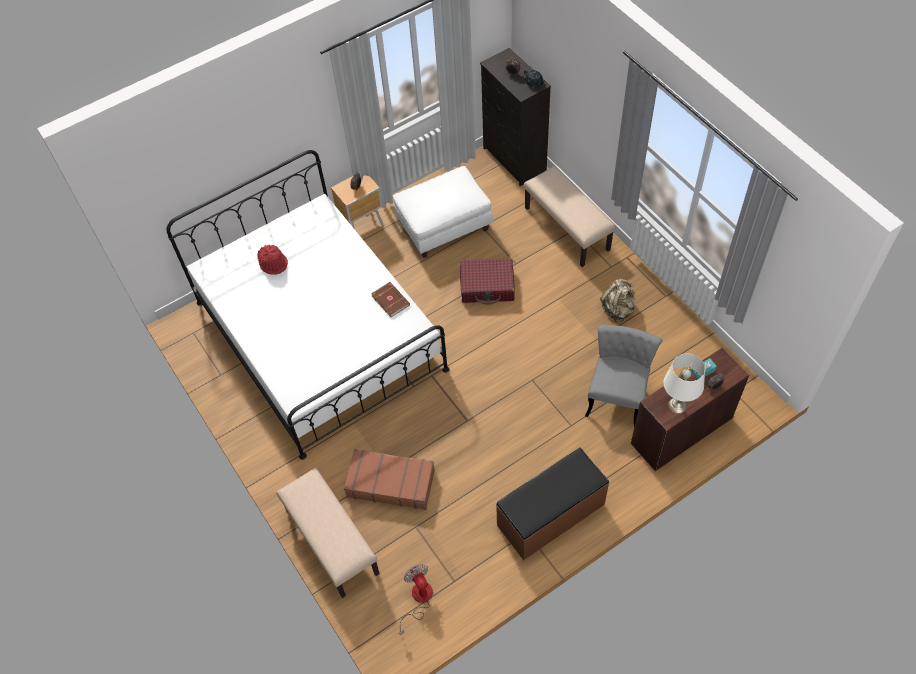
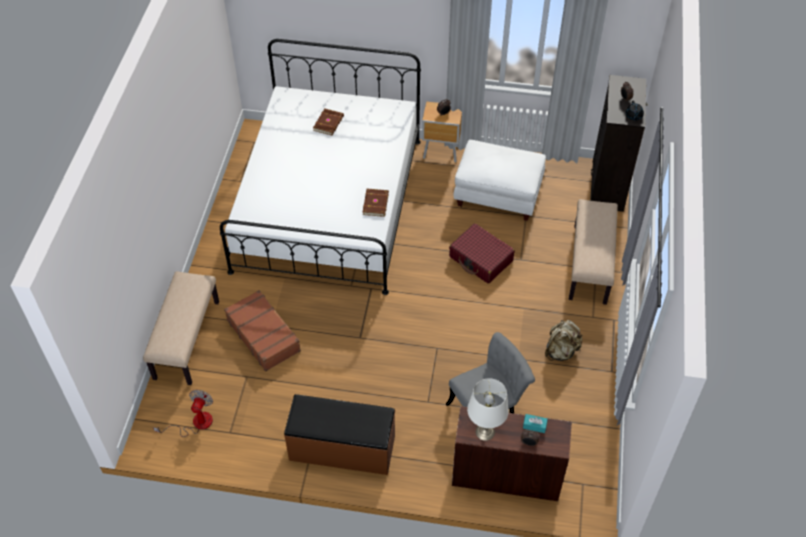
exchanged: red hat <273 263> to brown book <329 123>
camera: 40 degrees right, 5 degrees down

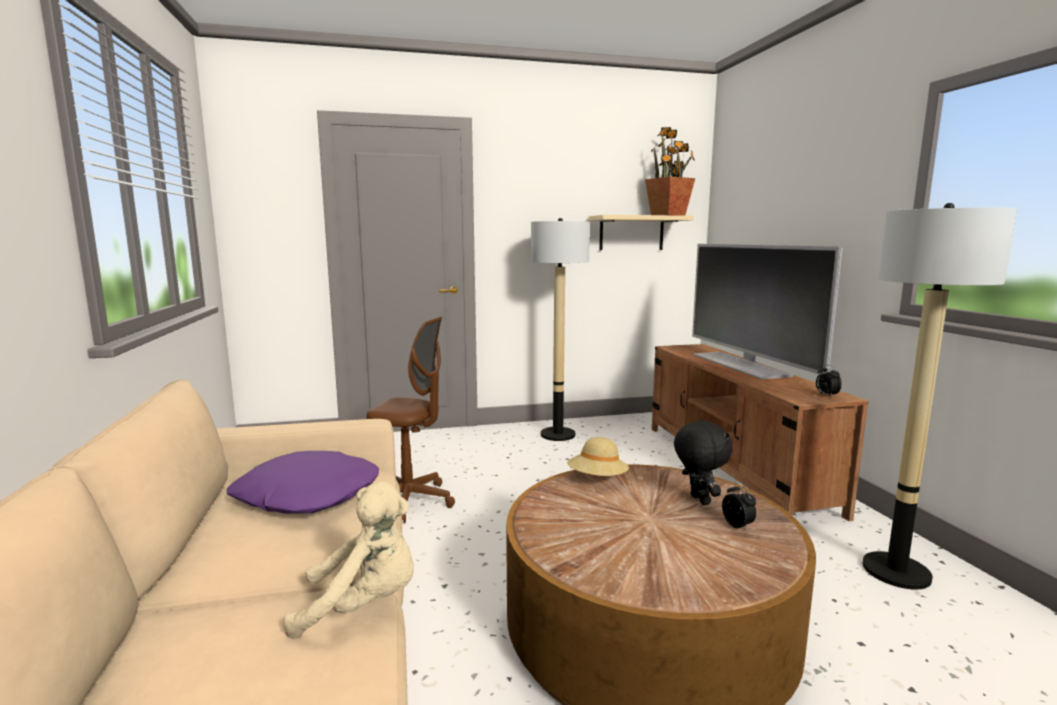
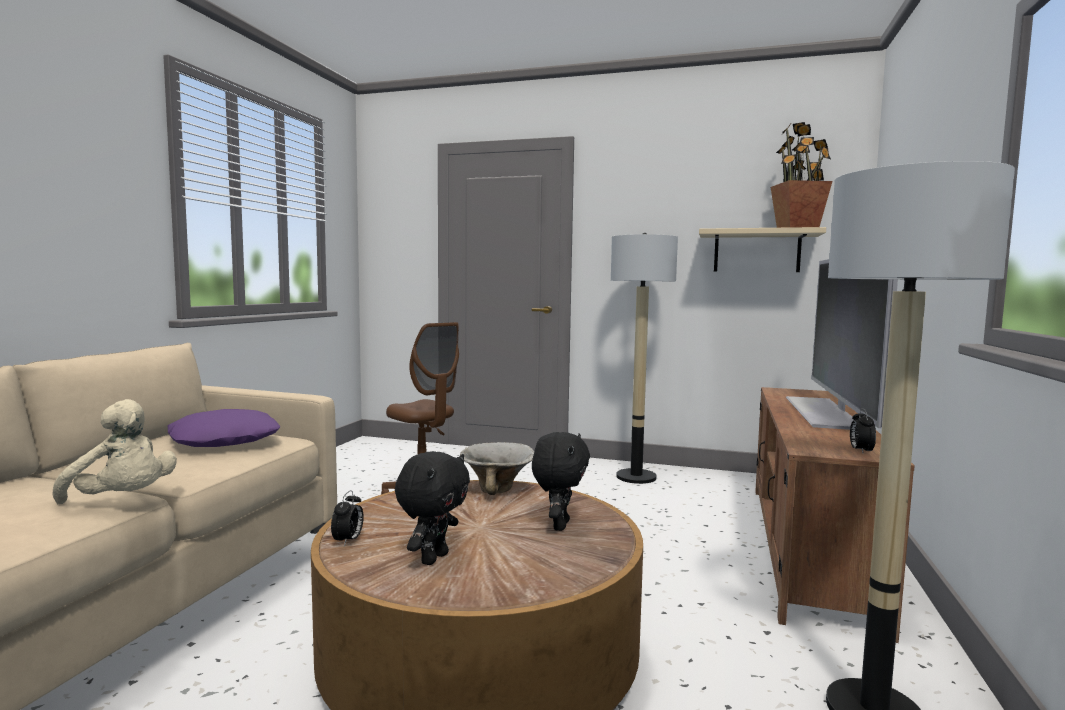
appeared: black plush toy <433 558>
relocated: alarm clock <738 526> to <348 541>
exchanged: beige hat <597 479> to bowl <498 490>
camera: 30 degrees right, 5 degrees down

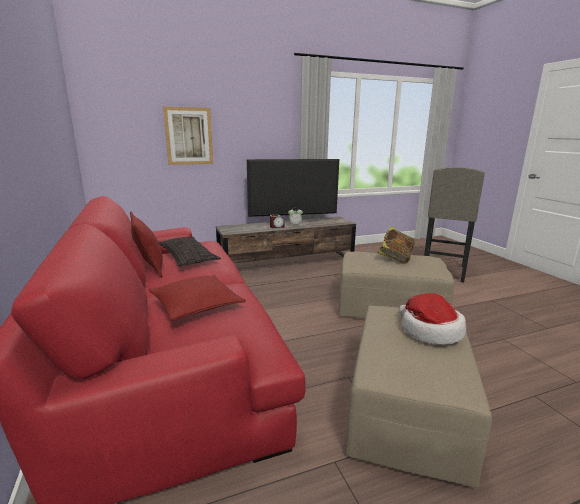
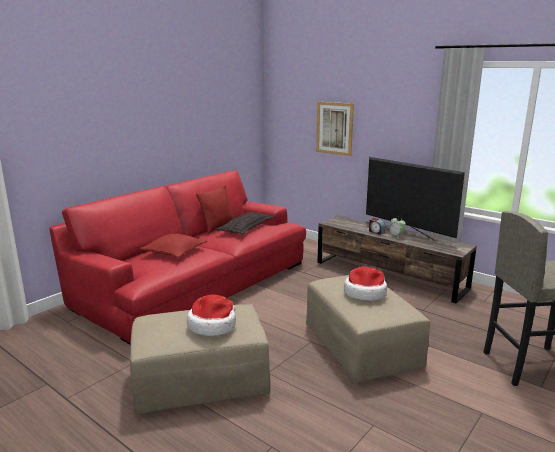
exchanged: book <395 258> to hat <365 293>
camera: 60 degrees right, 0 degrees up

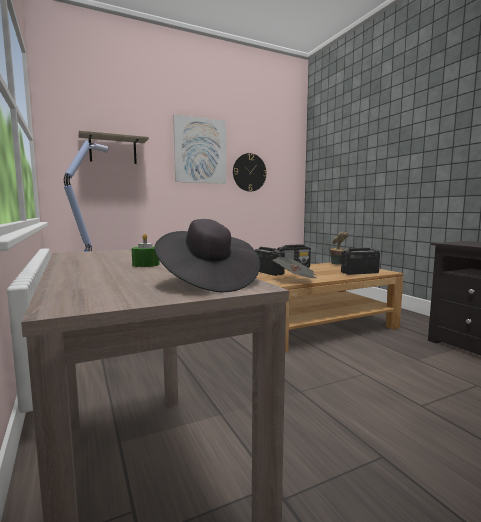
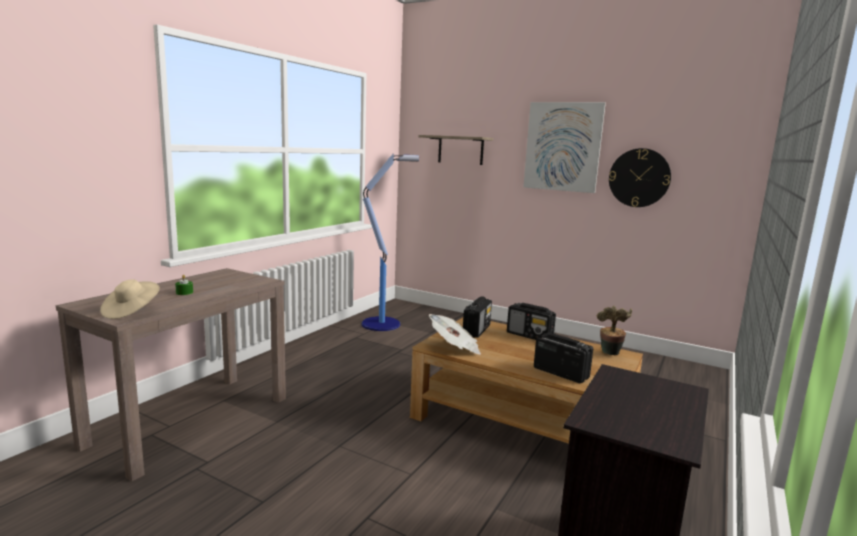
colour: black hat <207 282> to beige hat <131 311>
camera: 55 degrees right, 5 degrees up

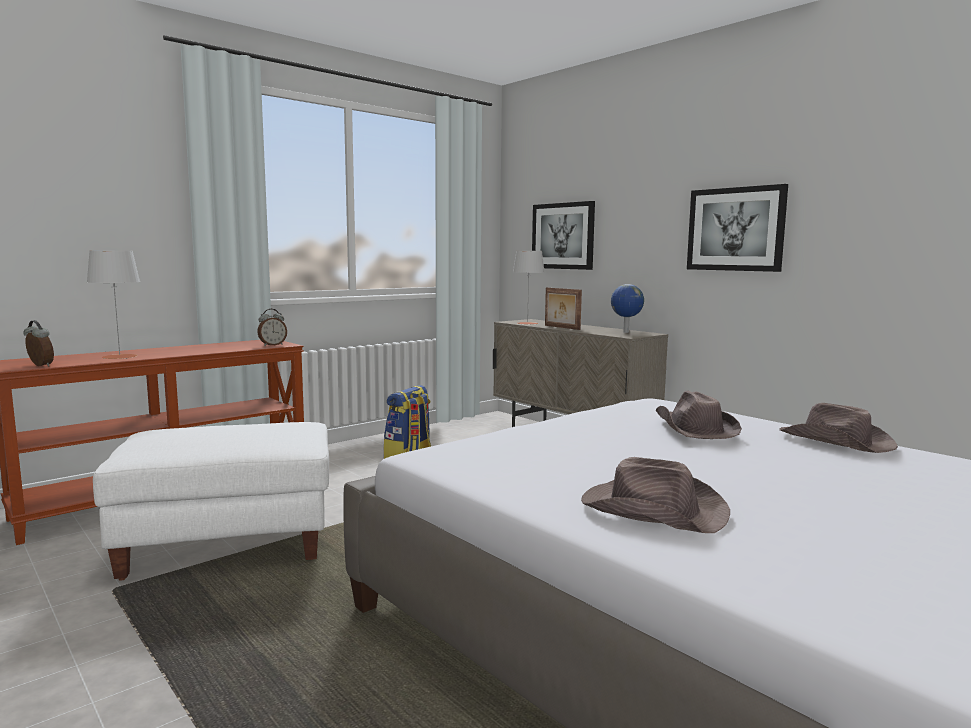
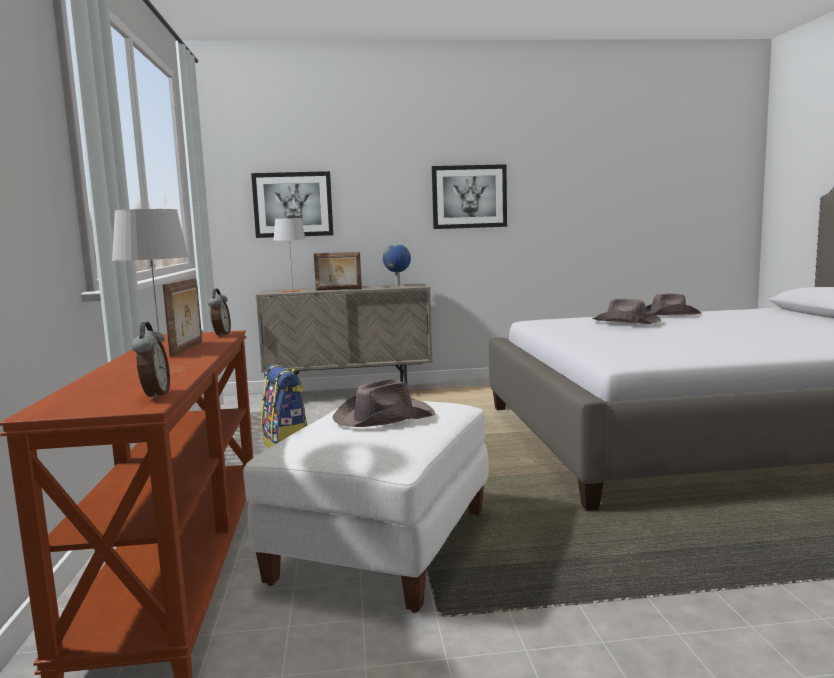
appeared: picture frame <188 349>
relocated: brown hat <651 509> to <382 417>
spun: alarm clock <40 365> = <154 396> 105 degrees clockwise
camera: 55 degrees left, 0 degrees up

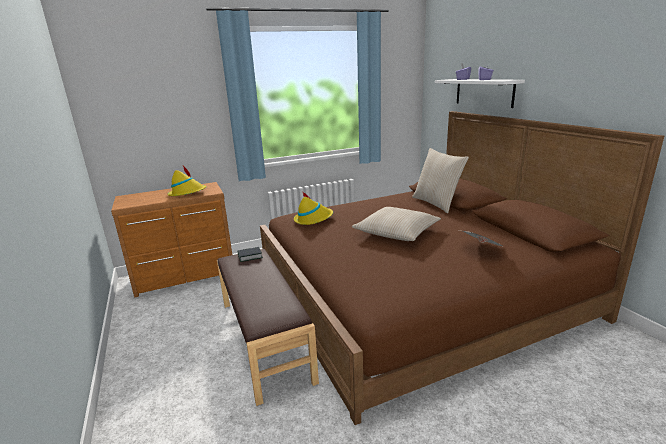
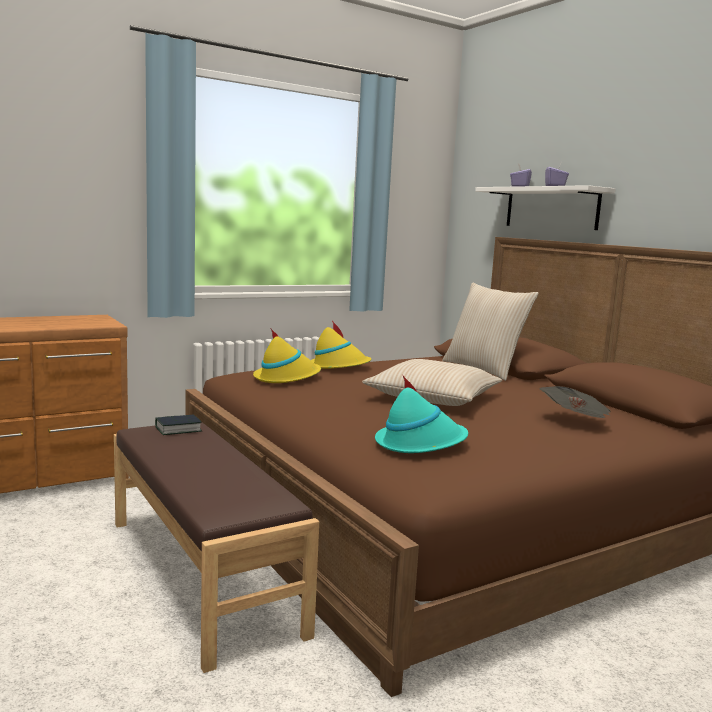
appeared: turquoise hat <420 444>
relocated: yellow hat <188 193> to <338 367>
camera: 10 degrees left, 10 degrees down

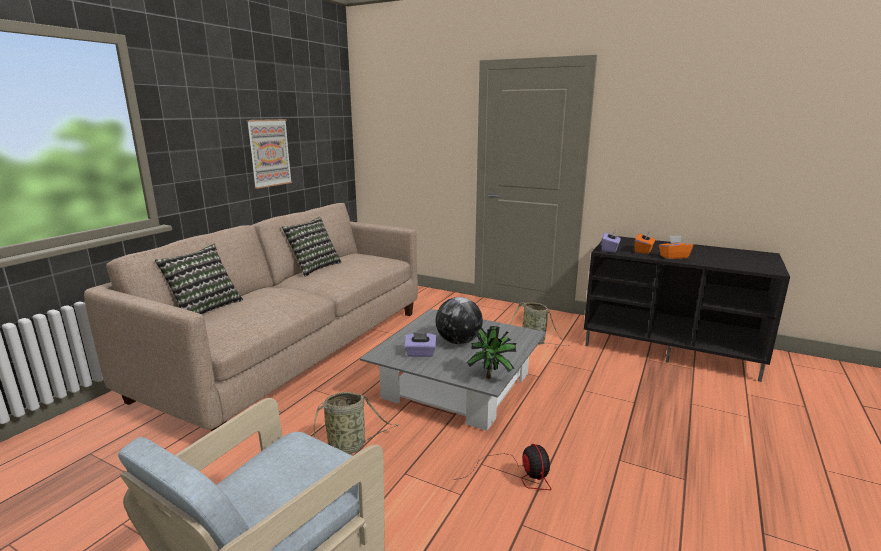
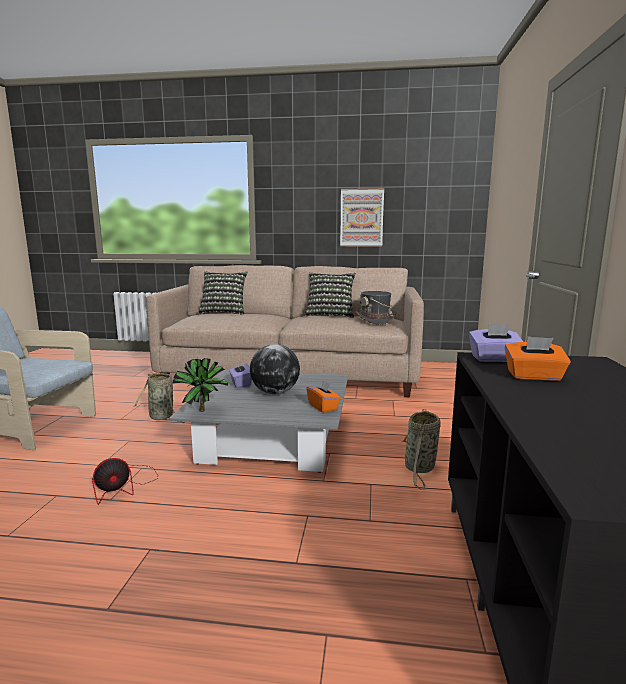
appeared: grey hat <375 320>
relocated: orange tissue box <673 257> to <323 407>
camera: 70 degrees right, 5 degrees down

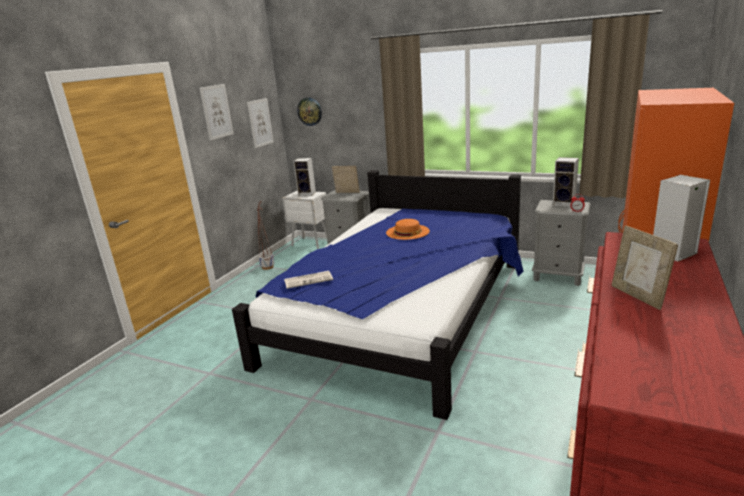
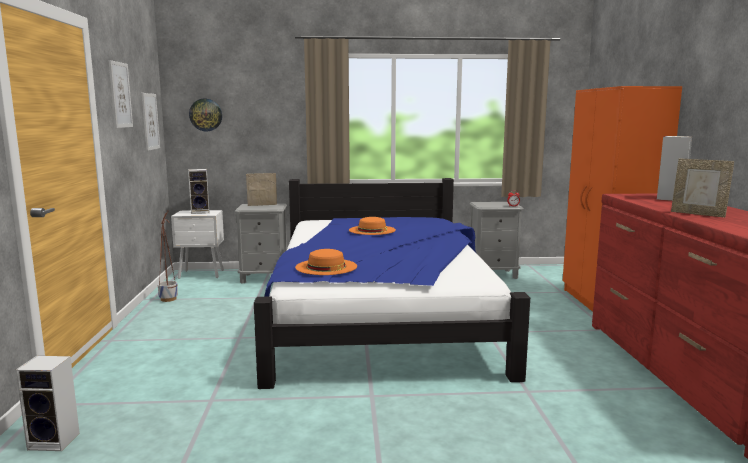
relocated: speaker <565 203> to <56 441>
exchanged: newspaper <309 280> to orange hat <326 266>
camera: 30 degrees left, 10 degrees down

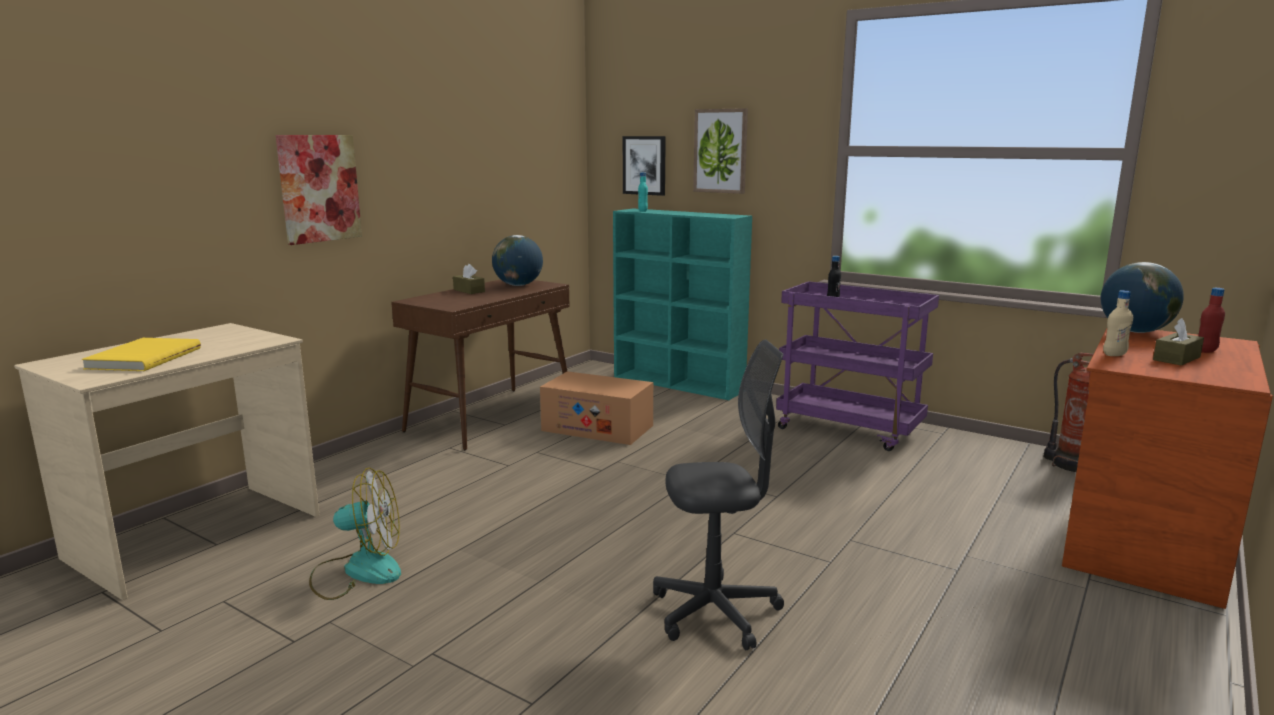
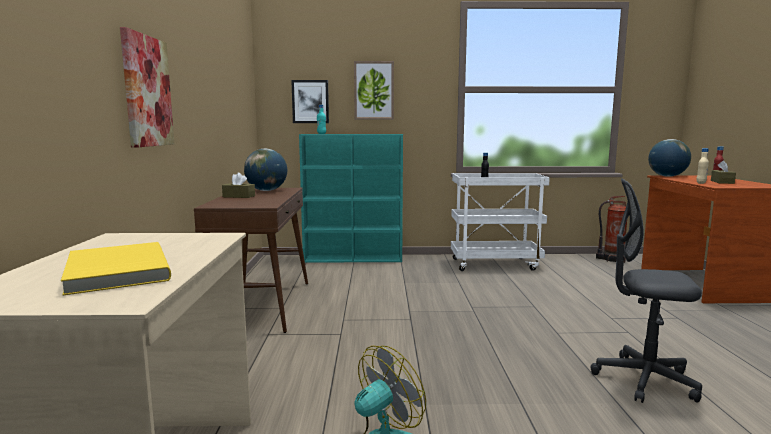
missing: cardboard box <597 428>
colour: purple cart <850 430> to white cart <495 264>
spun: grey office chair <715 612> = <644 380> 120 degrees counterclockwise
camera: 35 degrees left, 5 degrees down

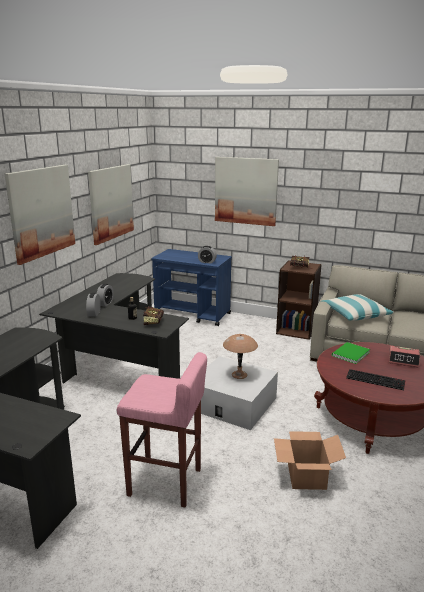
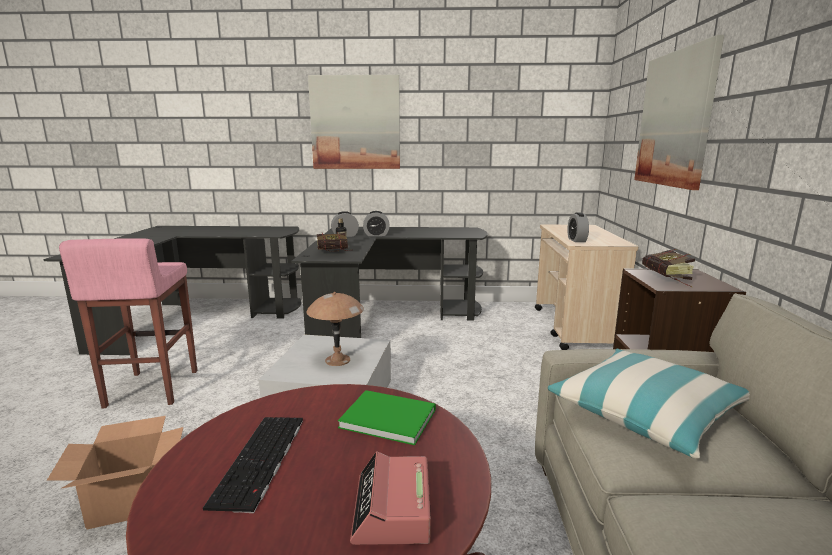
missing: picture <111 203>
colour: blue cart <193 314> to beige cart <575 328>
camera: 70 degrees right, 5 degrees down

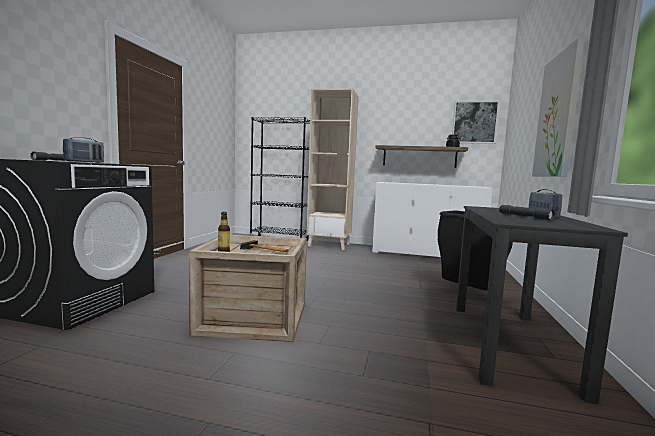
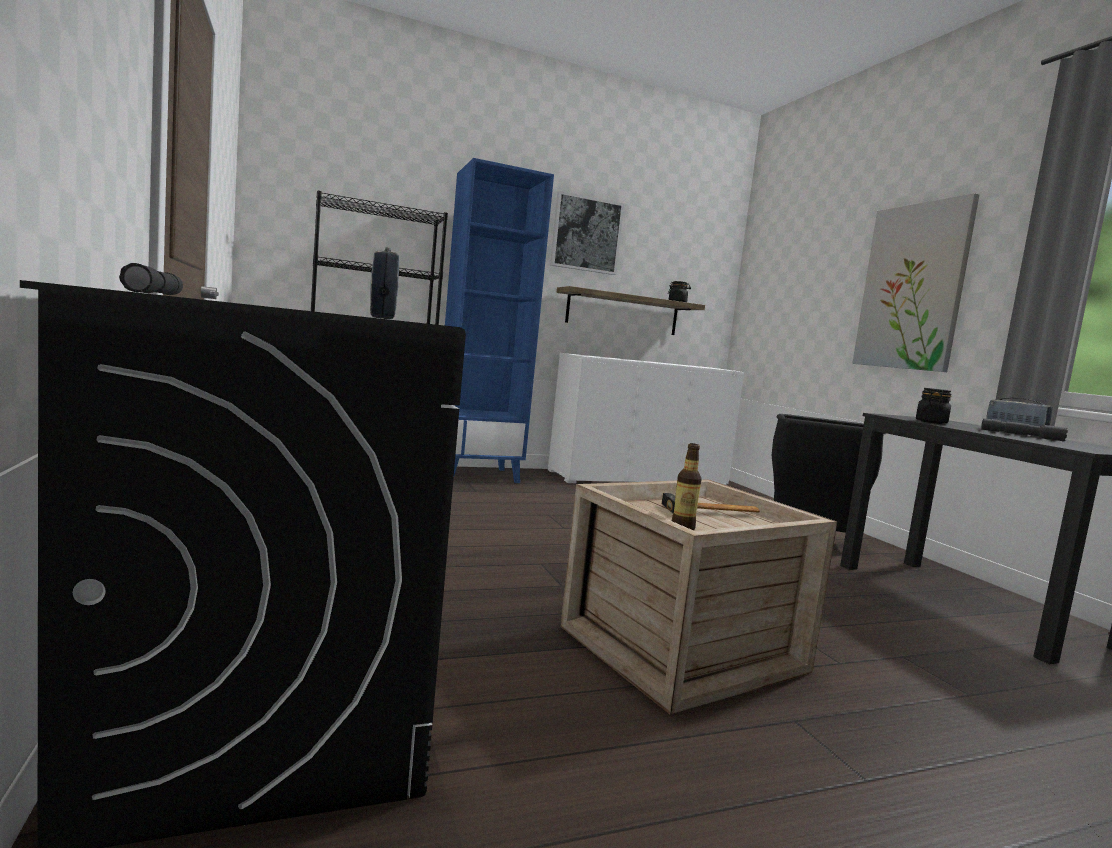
appeared: black jar <931 422>
relocated: picture <474 122> to <586 234>
colour: beige bookcase <329 245> to blue bookcase <477 475>
camera: 35 degrees left, 0 degrees up

